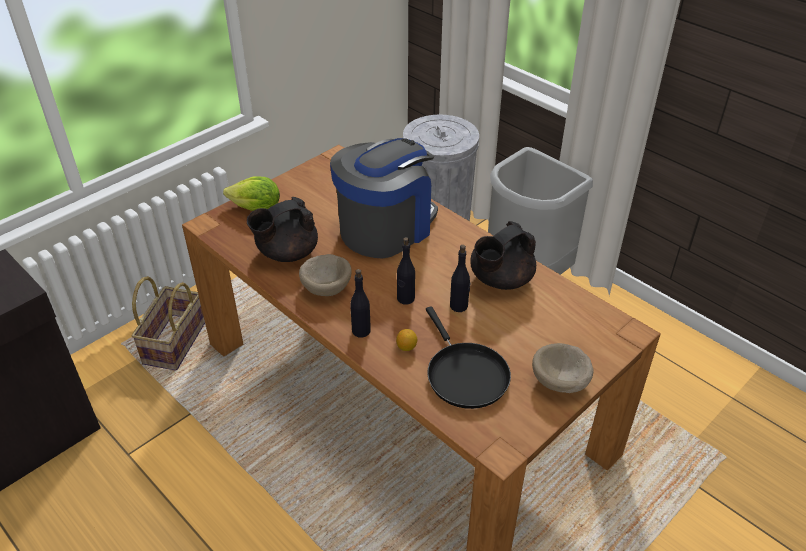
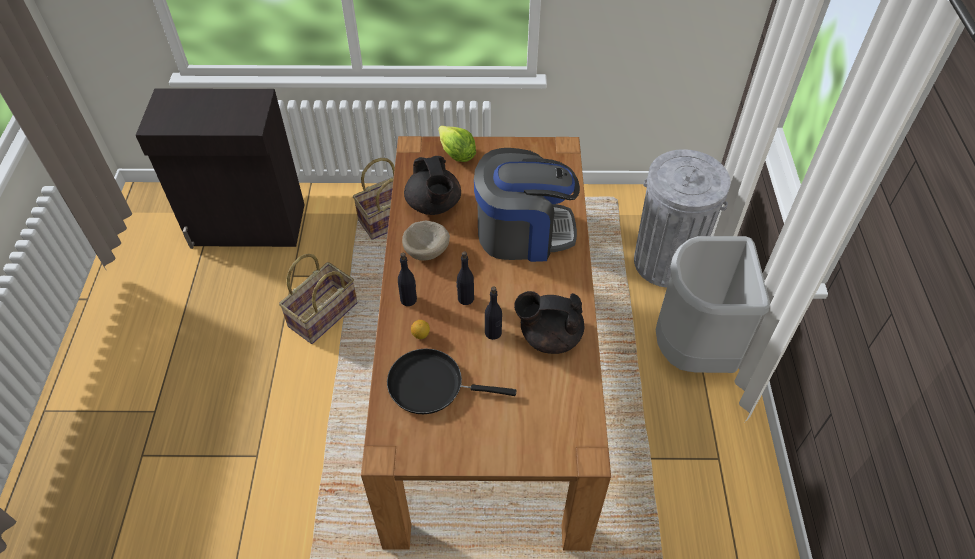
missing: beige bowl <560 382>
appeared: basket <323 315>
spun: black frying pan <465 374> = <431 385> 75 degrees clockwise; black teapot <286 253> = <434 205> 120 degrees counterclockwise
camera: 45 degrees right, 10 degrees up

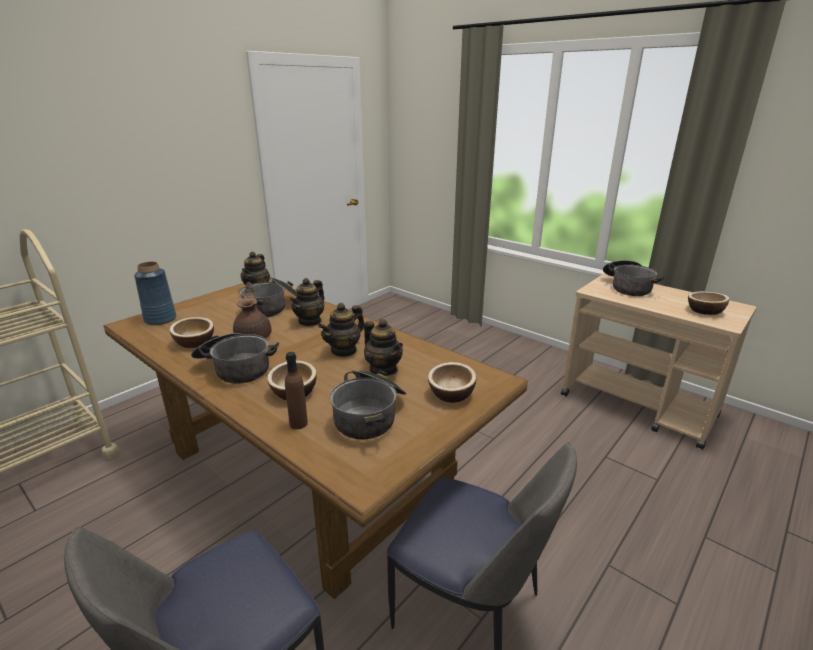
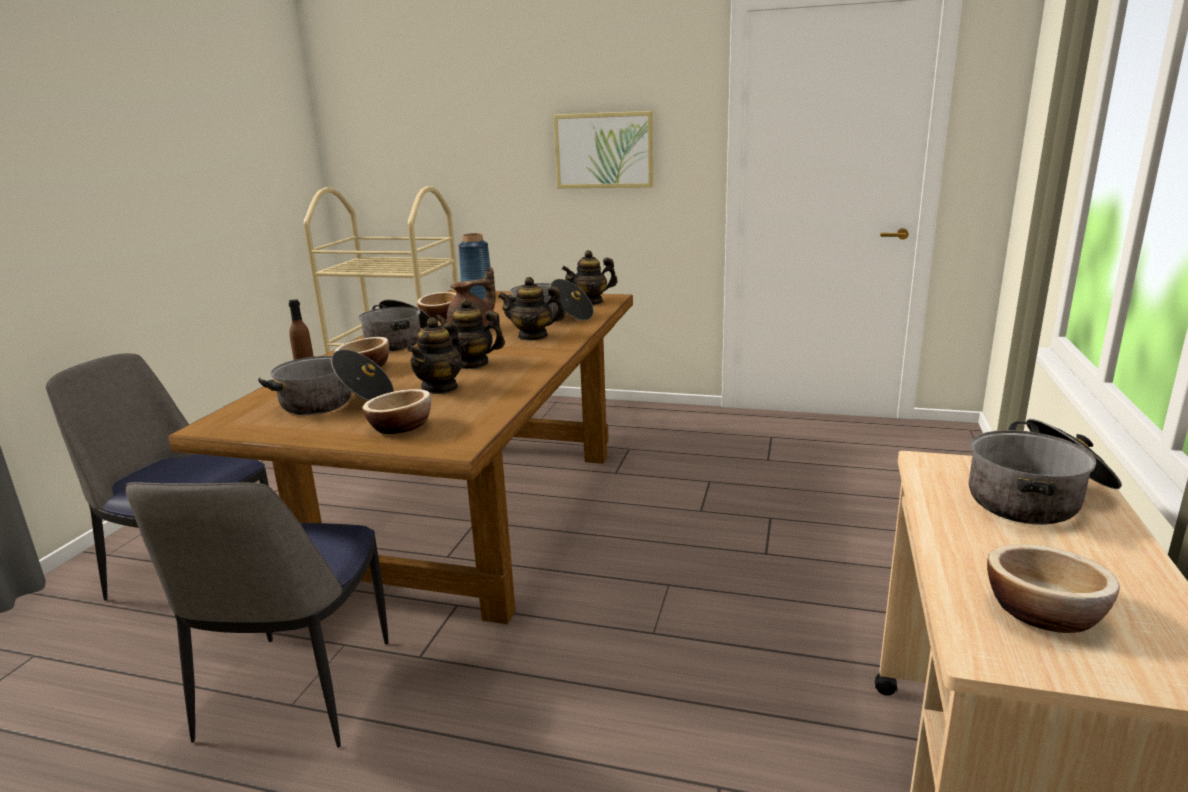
appeared: picture <604 150>
camera: 65 degrees right, 5 degrees down

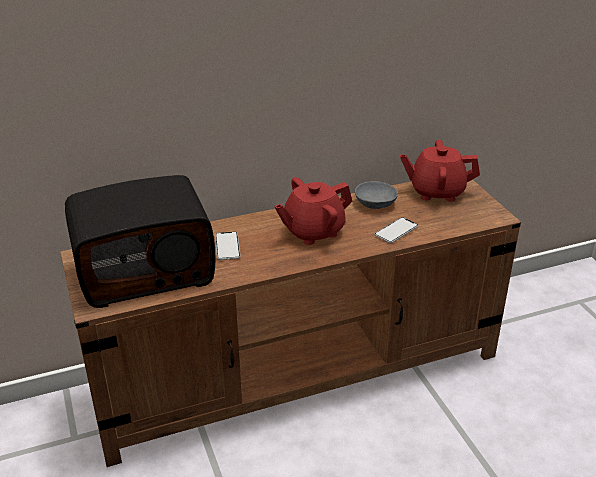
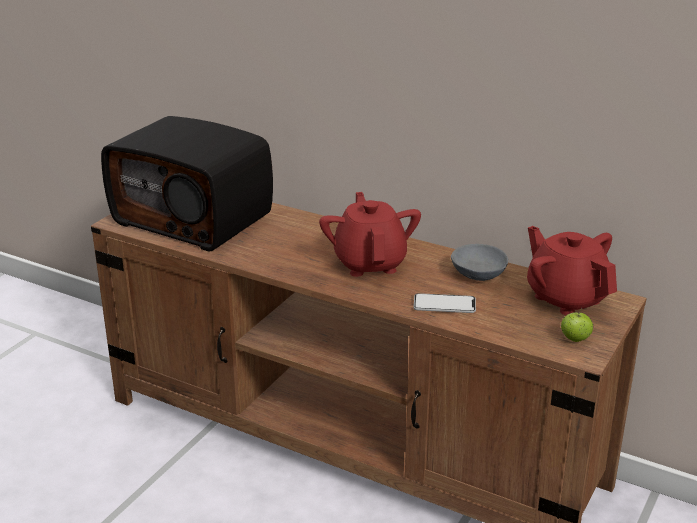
missing: phone <227 246>
appeared: apple <575 339>
spun: red teapot <313 231> = <370 263> 60 degrees clockwise
camera: 50 degrees right, 5 degrees down

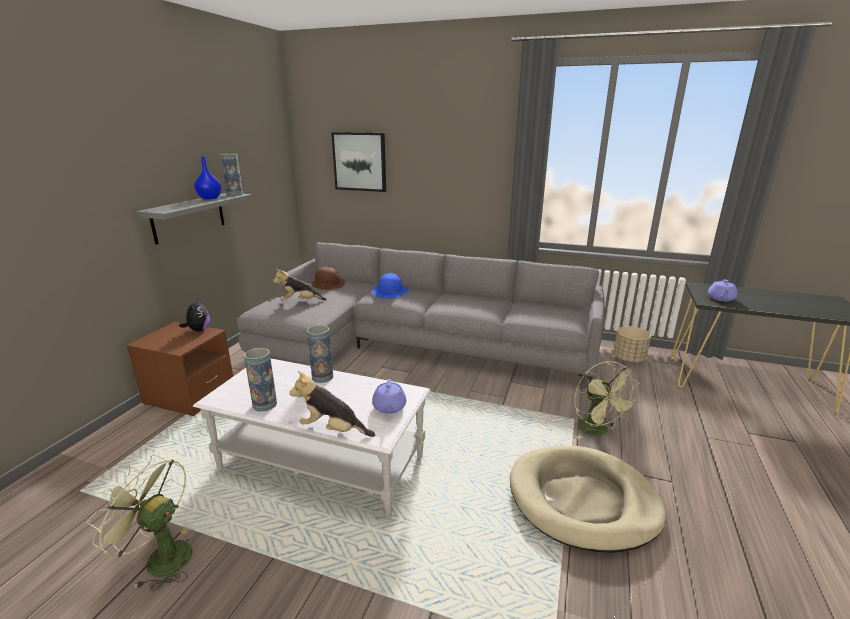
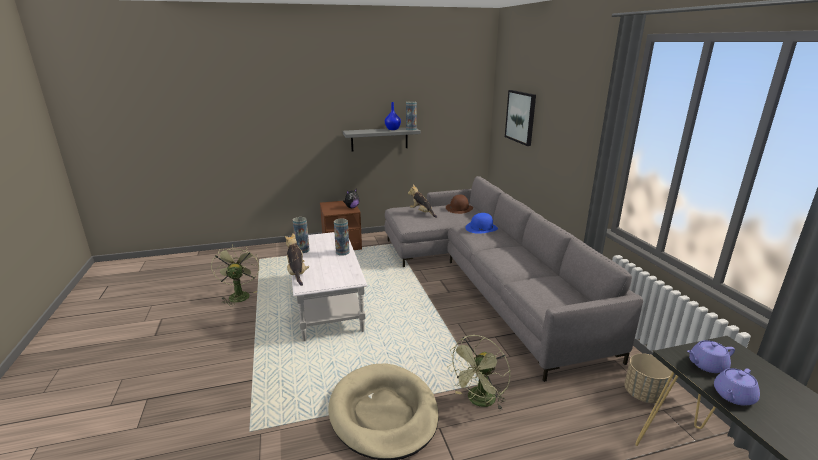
relocated: purple teapot <389 407> to <733 396>
camera: 55 degrees right, 0 degrees up

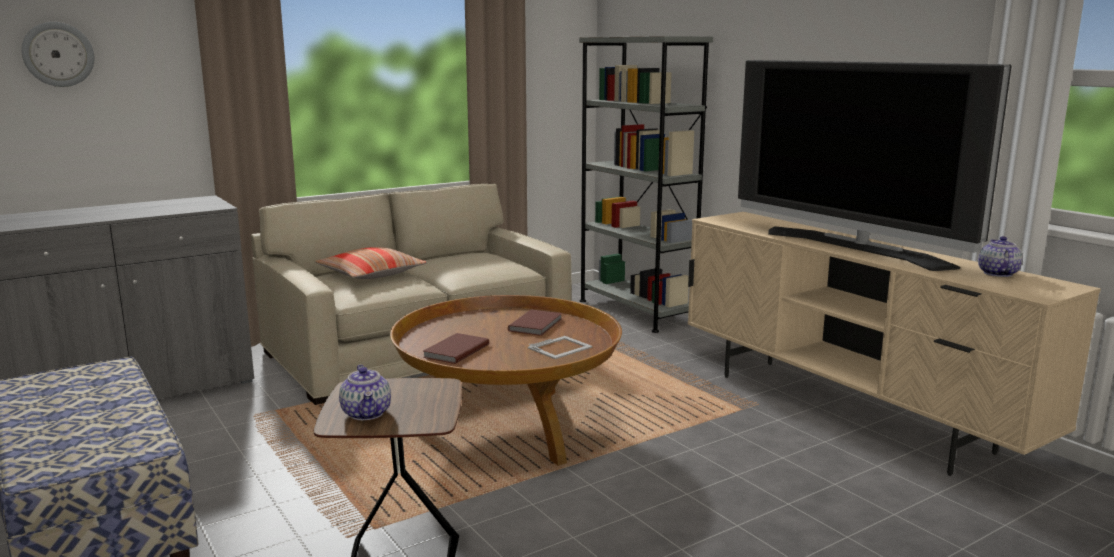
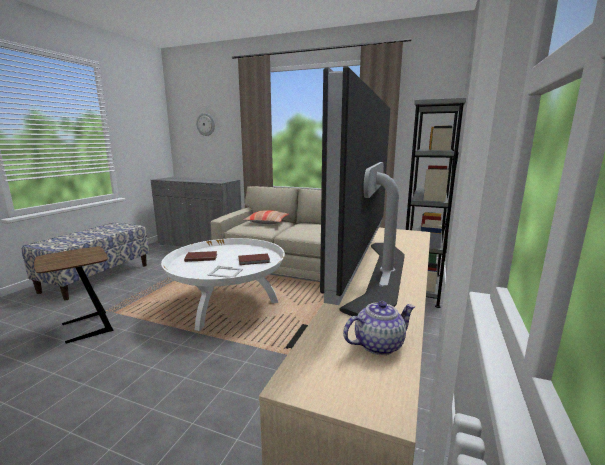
missing: teapot <367 413>
colour: brown coffee table <508 427> to white coffee table <228 305>
camera: 55 degrees right, 0 degrees up

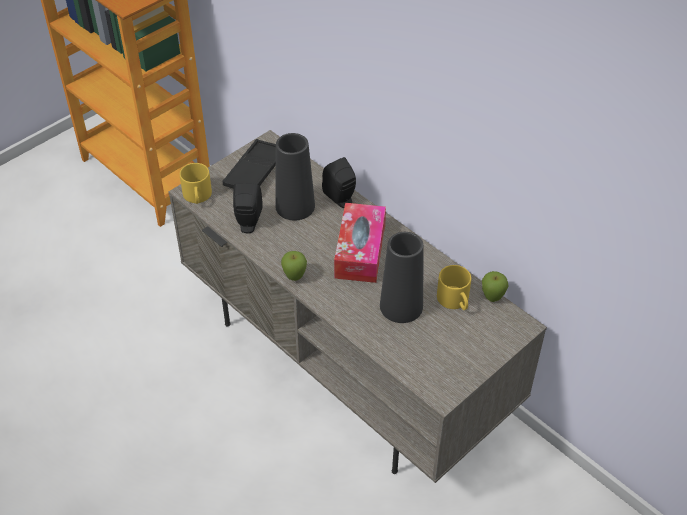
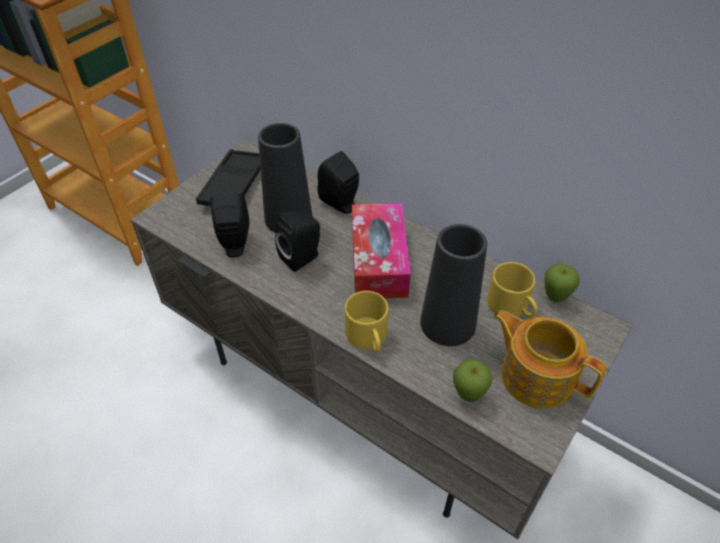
appeared: black speaker <302 257>; teapot <535 375>
relocated: yellow mug <198 197> to <369 338>; apple <294 278> to <468 395>
camera: 10 degrees left, 0 degrees up

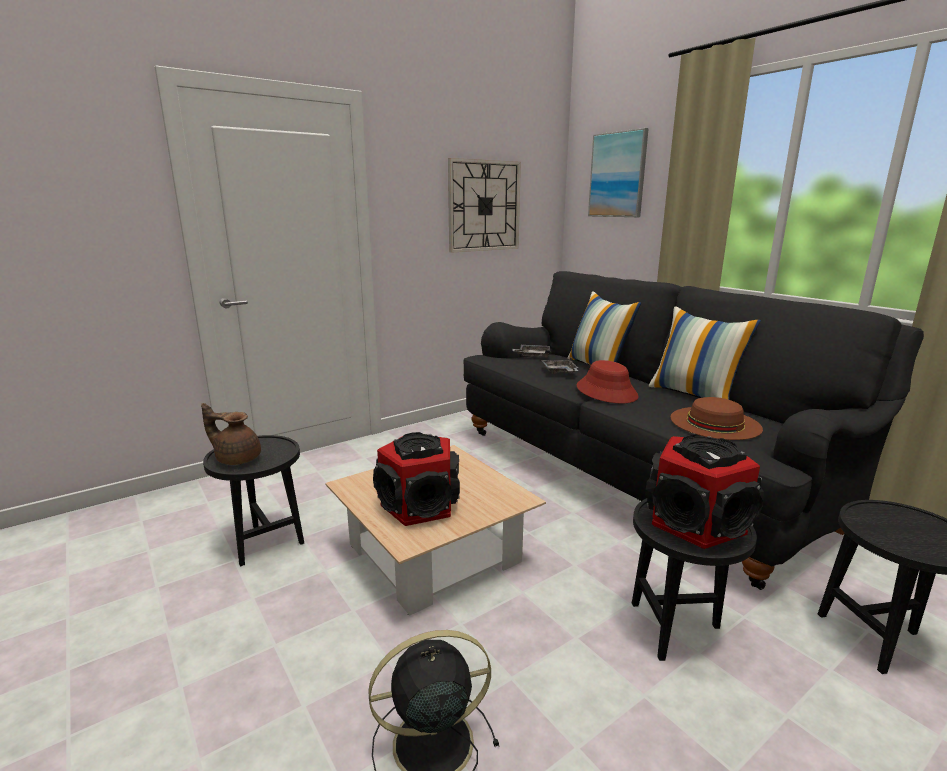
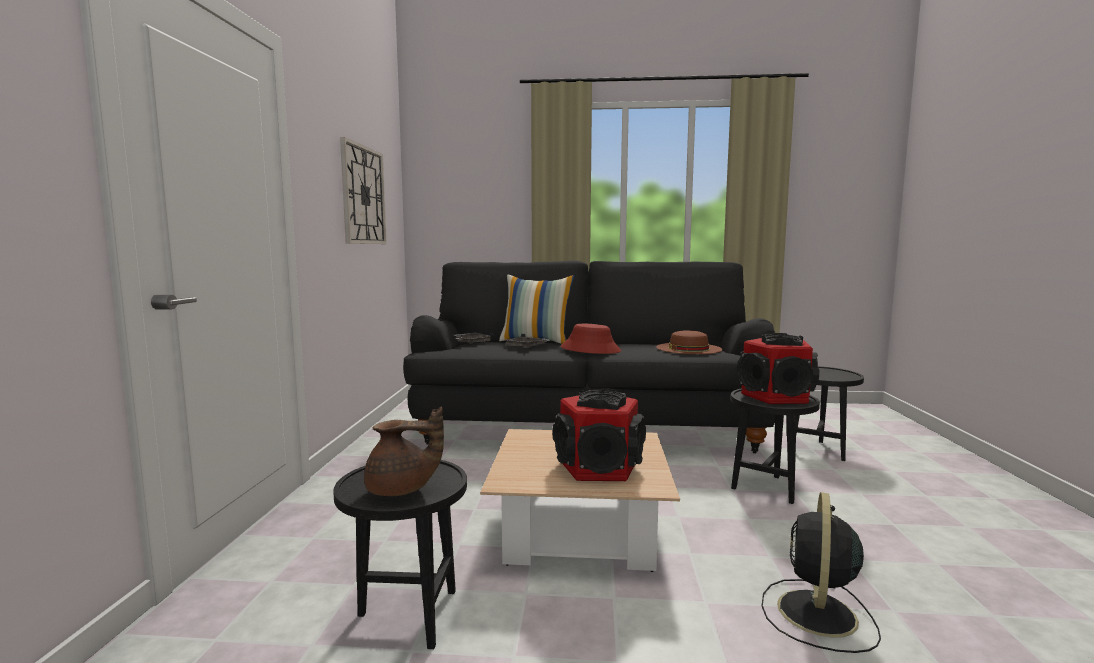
missing: picture <618 175>; pillow <694 395>
spun: brown teapot <237 458> = <401 490> 150 degrees counterclockwise
camera: 50 degrees left, 10 degrees down

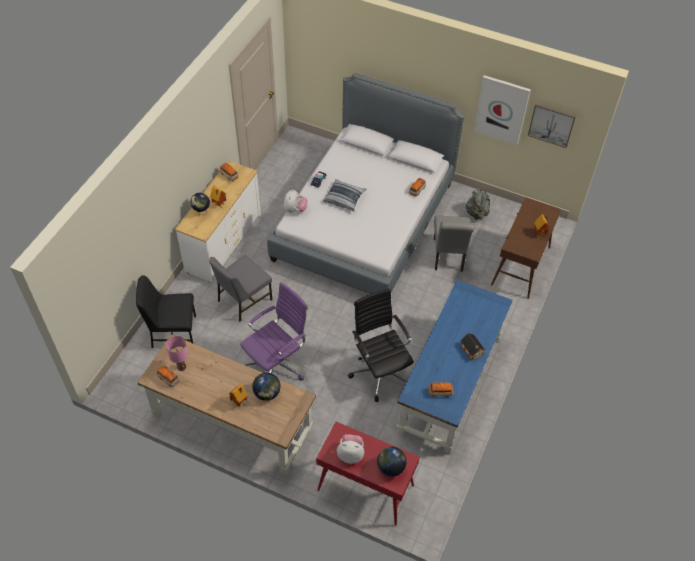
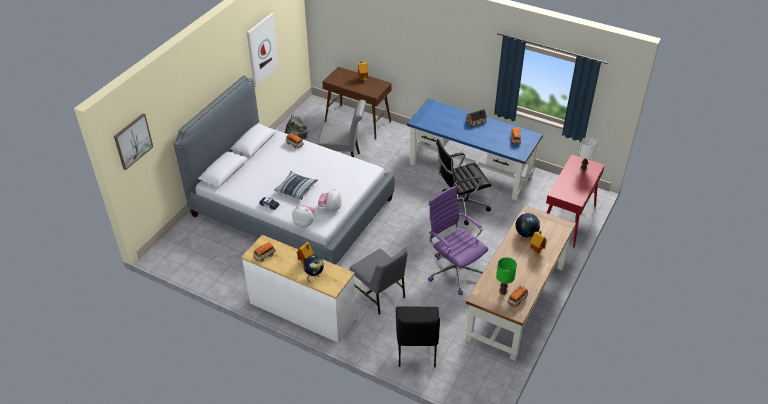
relocated: picture <551 125> to <133 141>; plush toy <350 454> to <330 208>
exchanged: globe <390 468> to white table lamp <583 168>
colour: pink table lamp <181 367> to green table lamp <503 291>
camera: 85 degrees left, 10 degrees down

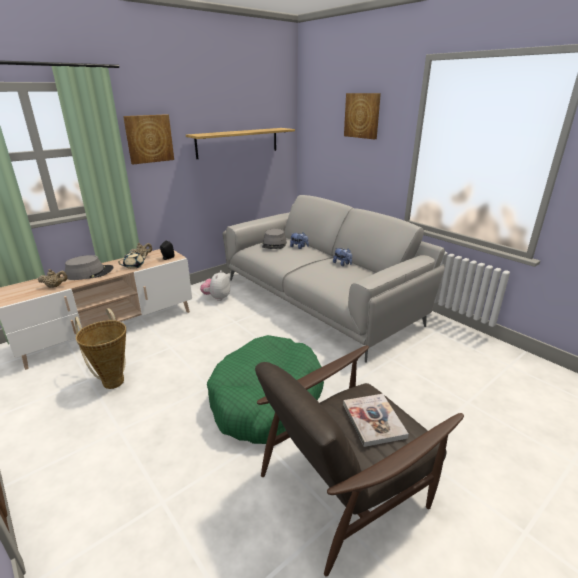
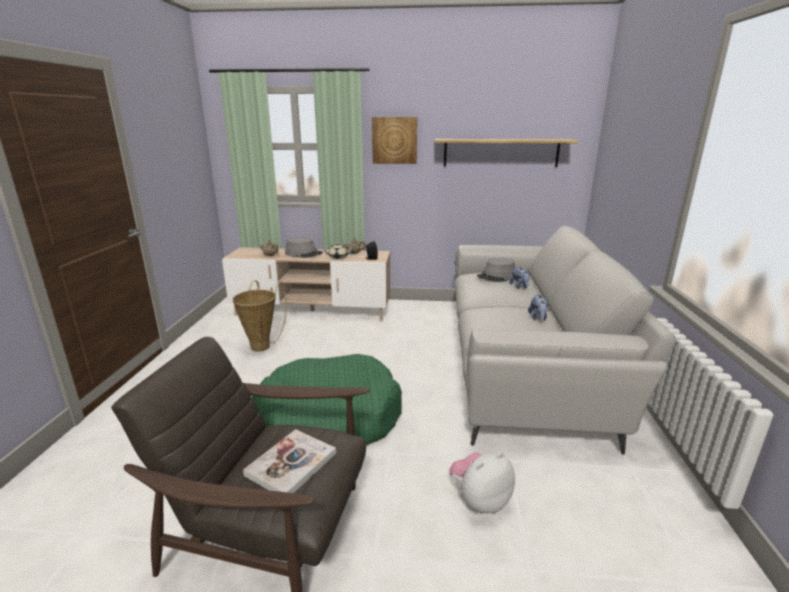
missing: picture <362 115>
relocated: plush toy <217 298> to <479 500>
camera: 45 degrees right, 5 degrees down

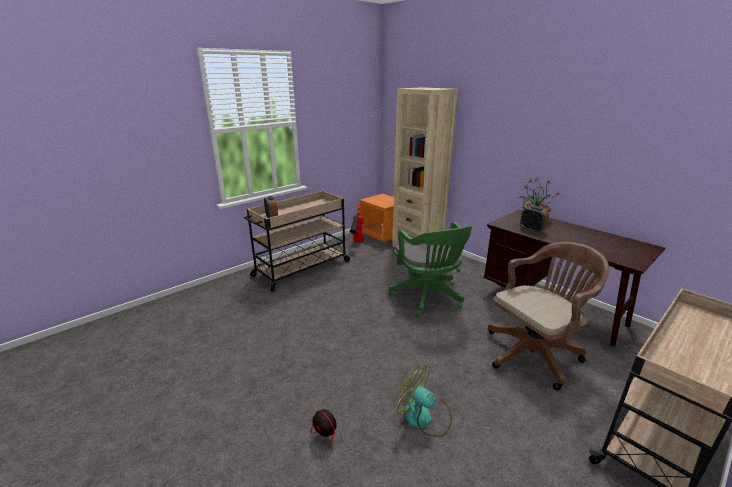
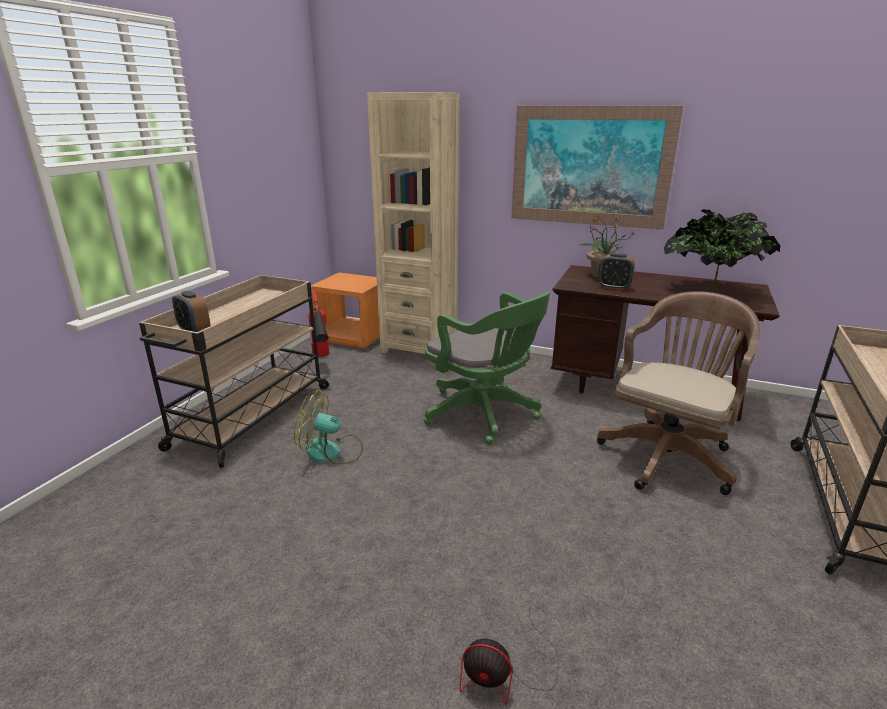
appeared: picture <590 166>; potted plant <710 291>
relocated: fan <423 417> to <331 452>
camera: 25 degrees left, 0 degrees up

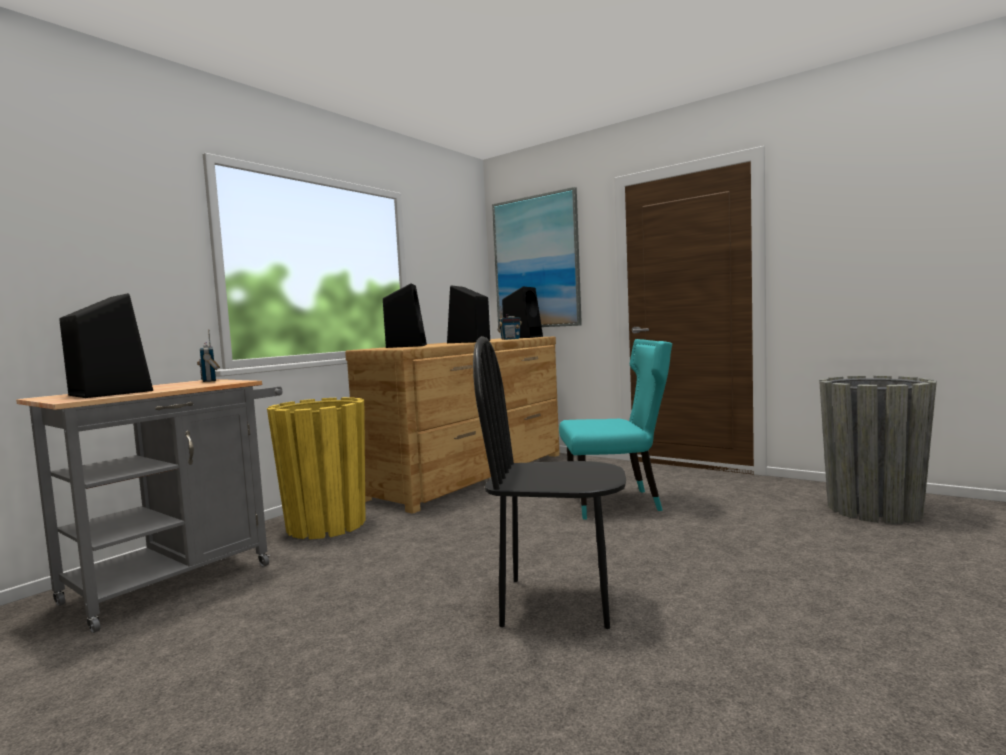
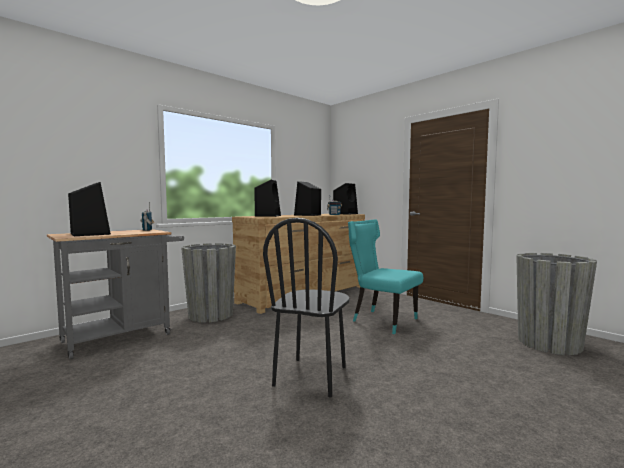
missing: picture <536 262>
colour: yellow planter <326 525> to grey planter <210 315>
spun: black chair <557 602> = <311 376> 90 degrees counterclockwise; turquoise chair <617 503> = <381 320> 150 degrees counterclockwise
camera: 10 degrees right, 0 degrees up

